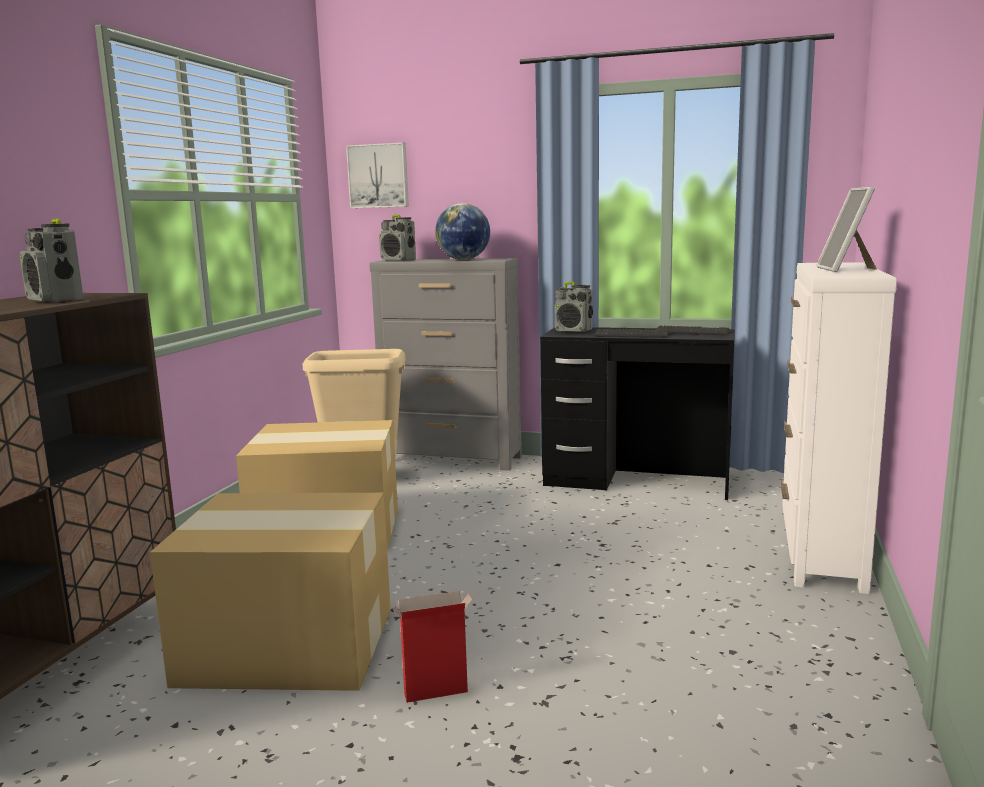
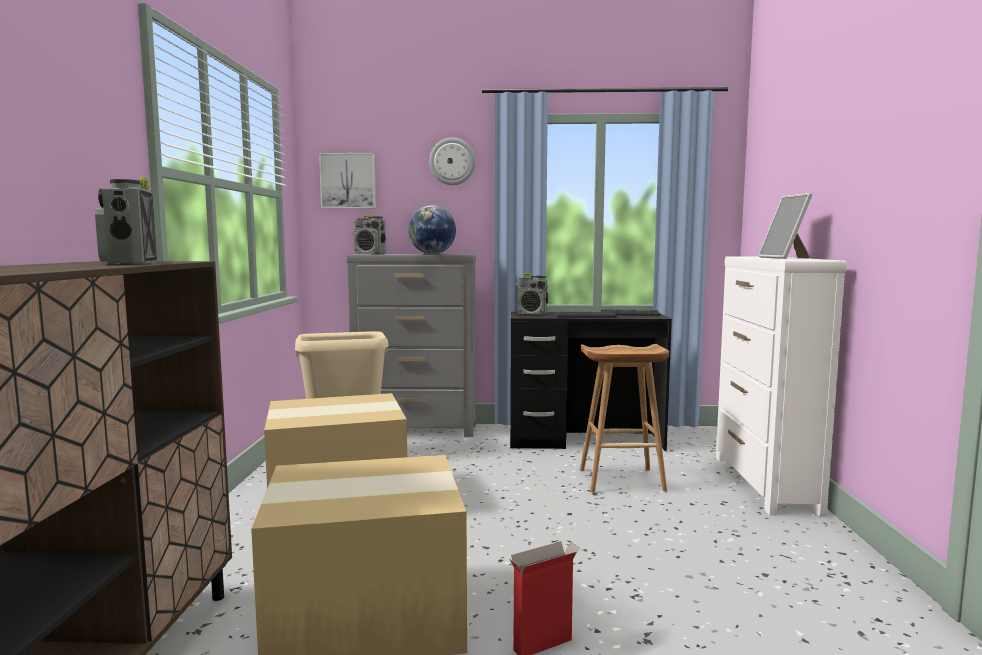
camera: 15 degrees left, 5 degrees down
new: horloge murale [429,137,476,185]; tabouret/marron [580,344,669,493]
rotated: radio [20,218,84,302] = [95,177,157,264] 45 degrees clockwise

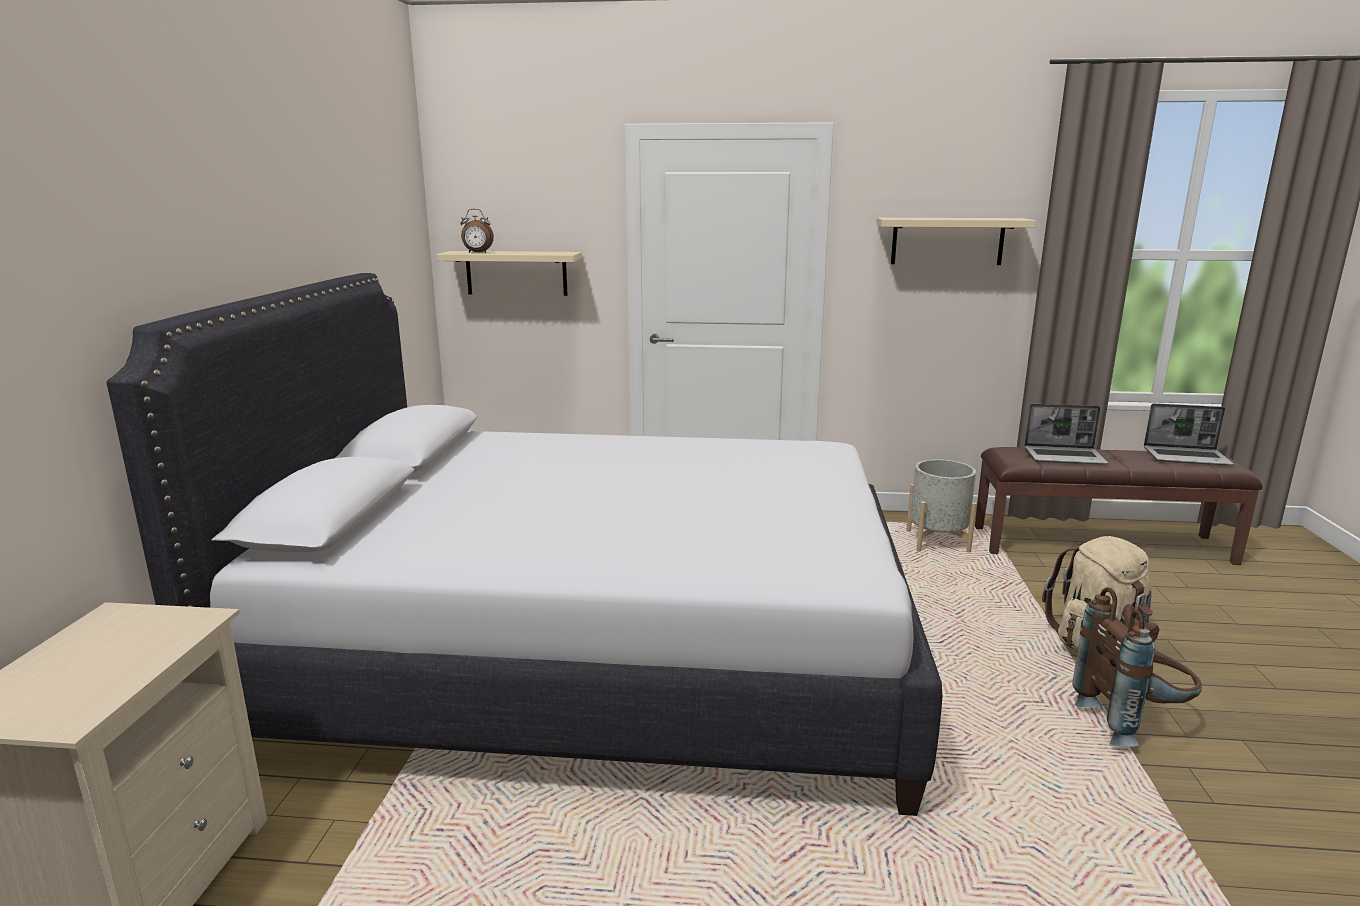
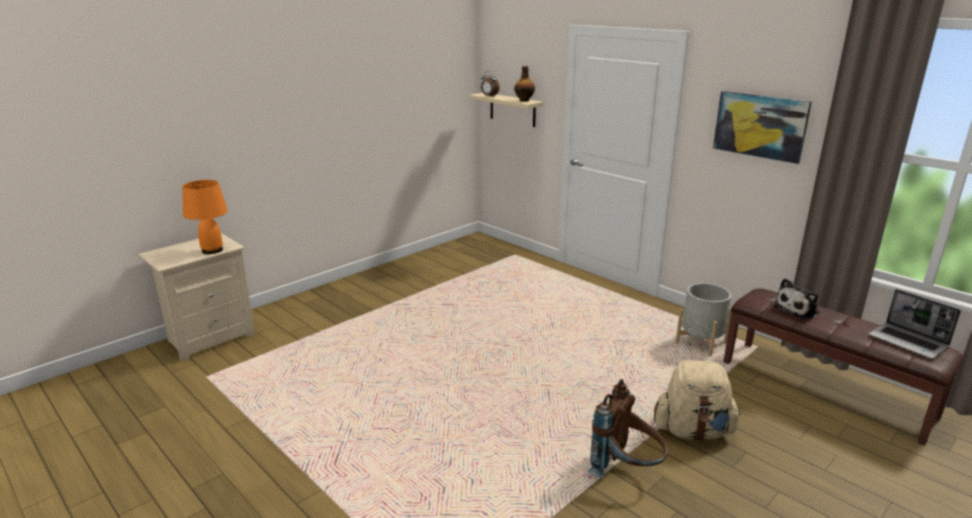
camera: 40 degrees right, 5 degrees up
gone: lit/blanc [107,273,942,816]
new: lampe de table/orange [182,180,228,254]; bouteille [514,66,535,102]
swapped: étagère/beige [877,218,1036,265] to tableau [713,91,812,164]; ordinateur portable [1024,403,1108,465] to peluche [774,278,819,319]

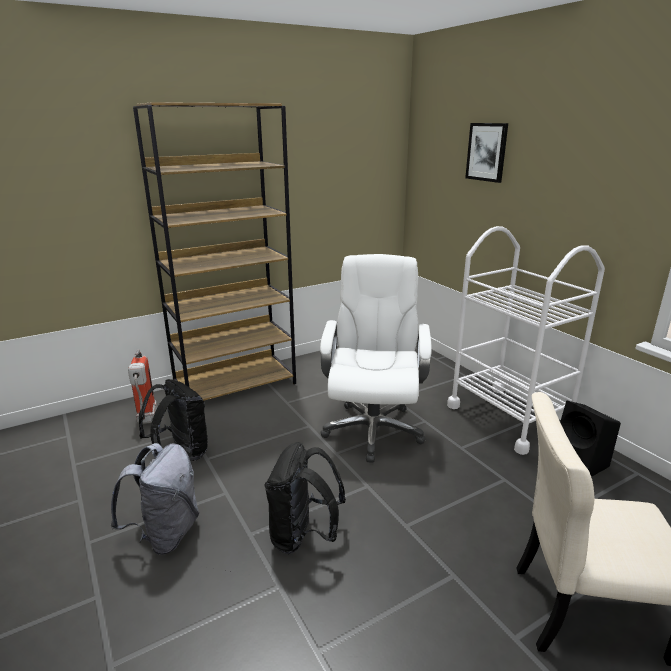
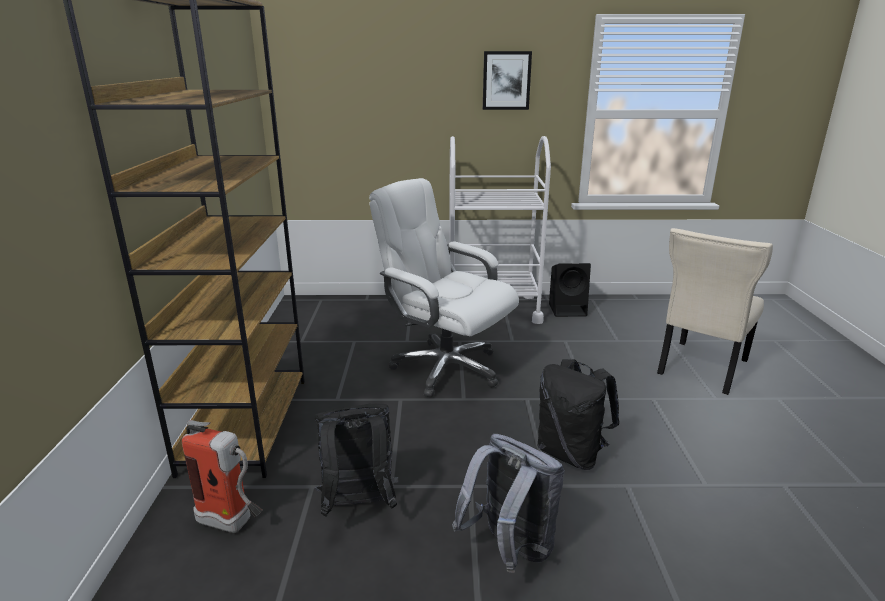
camera: 60 degrees left, 0 degrees up
shifted: tableau [465,123,508,183] to [483,51,532,110]

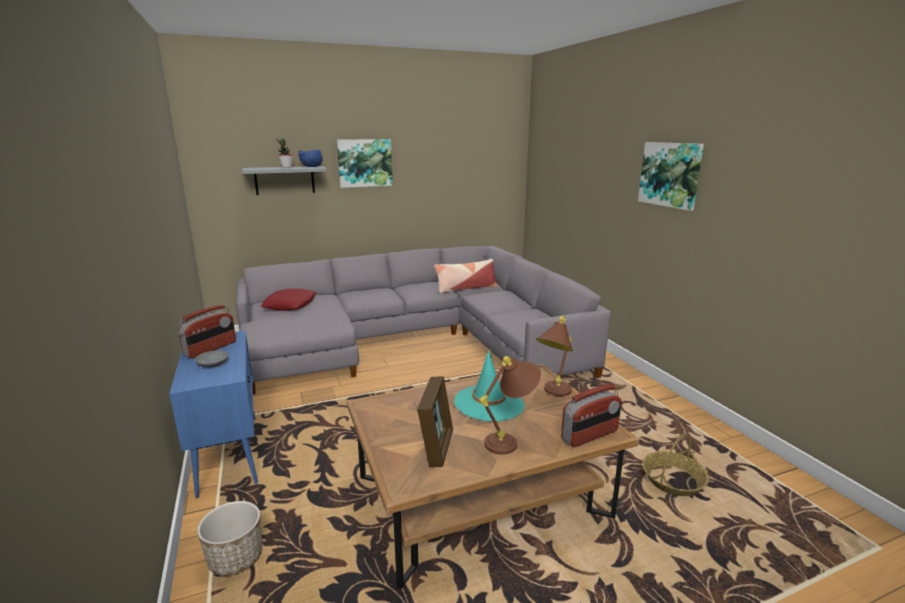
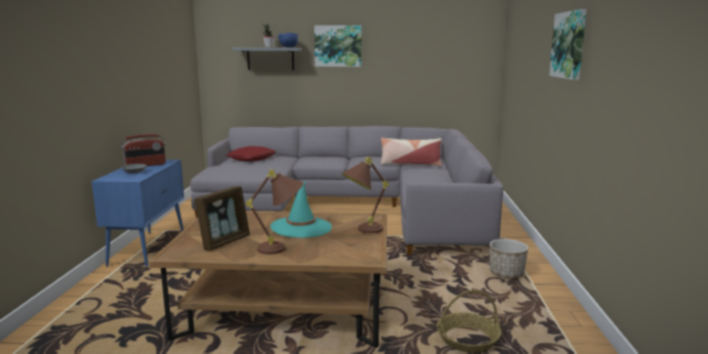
camera: 25 degrees right, 5 degrees down
gone: radio [561,384,622,447]
shifted: cache-pot [197,501,262,576] to [490,239,528,279]

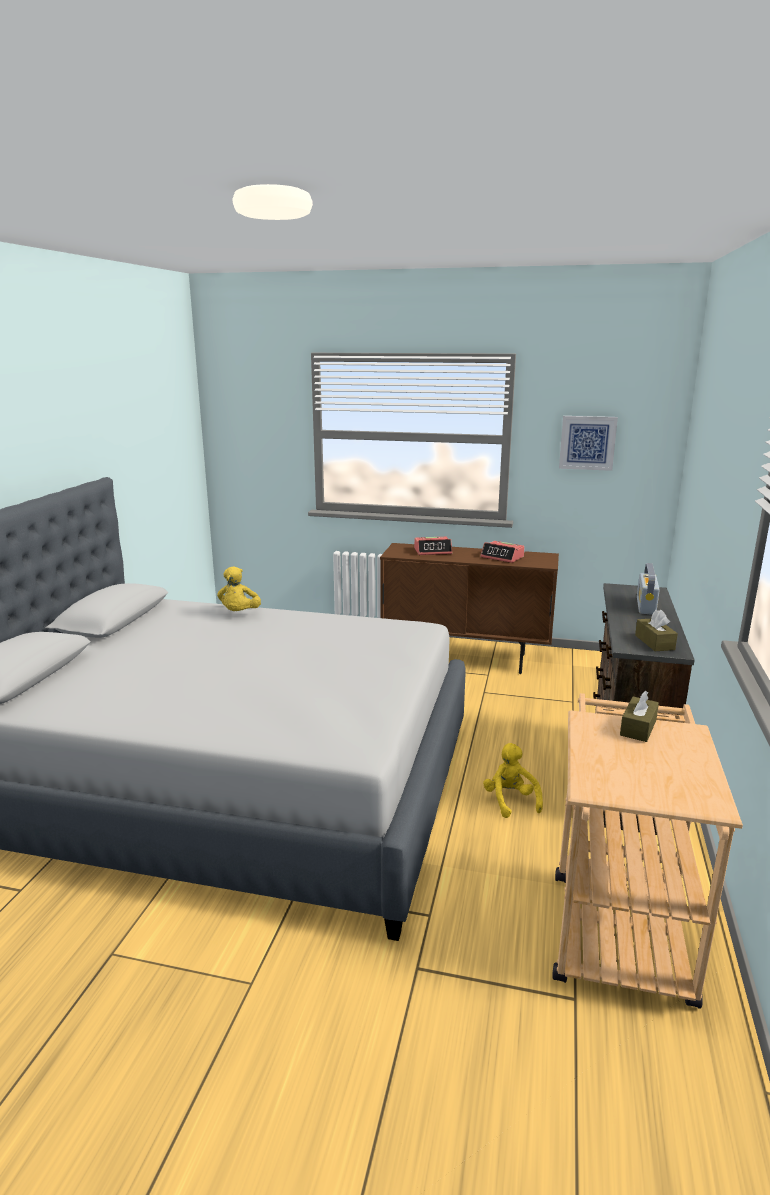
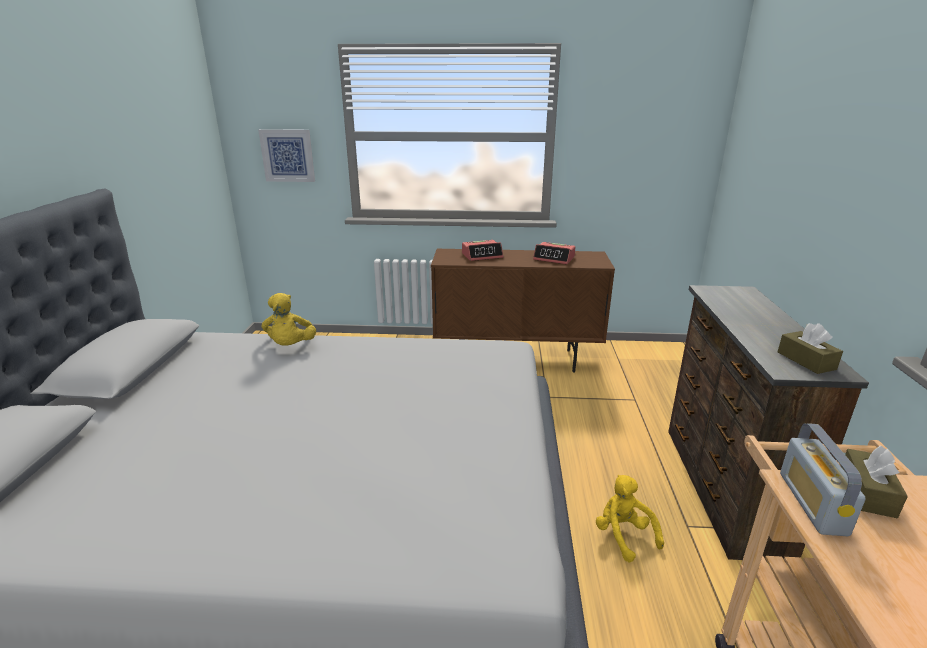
camera: 10 degrees left, 5 degrees up
shifted: tableau [559,416,618,471] to [258,129,315,182]; radio [637,563,660,615] to [780,423,866,536]

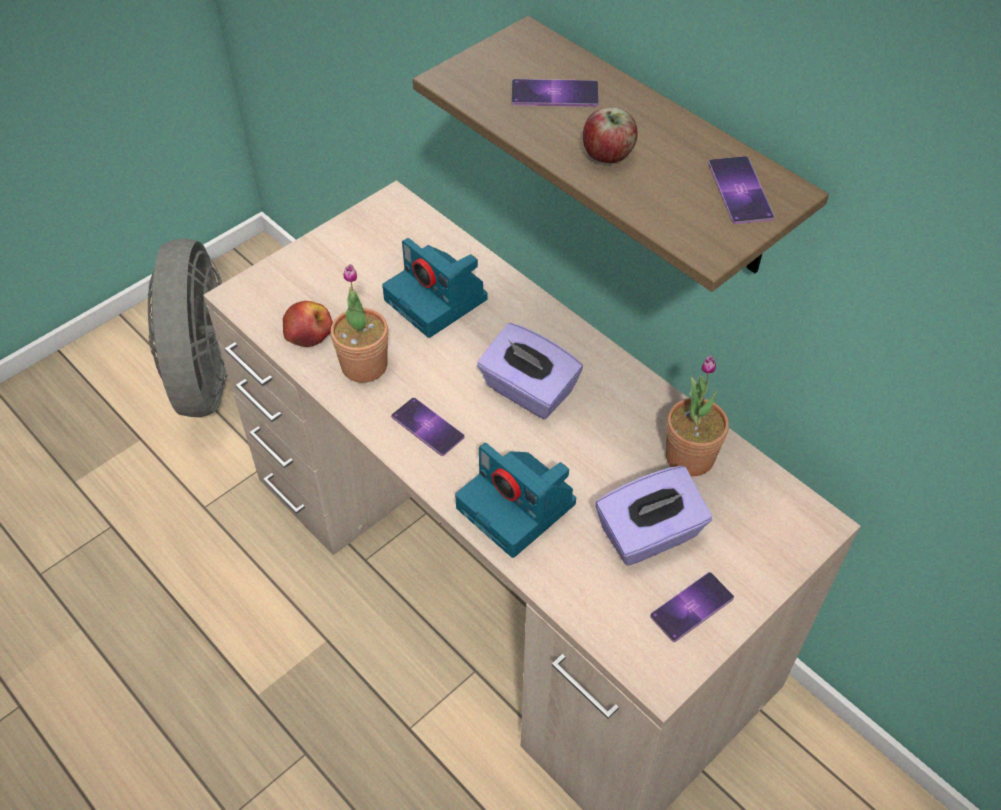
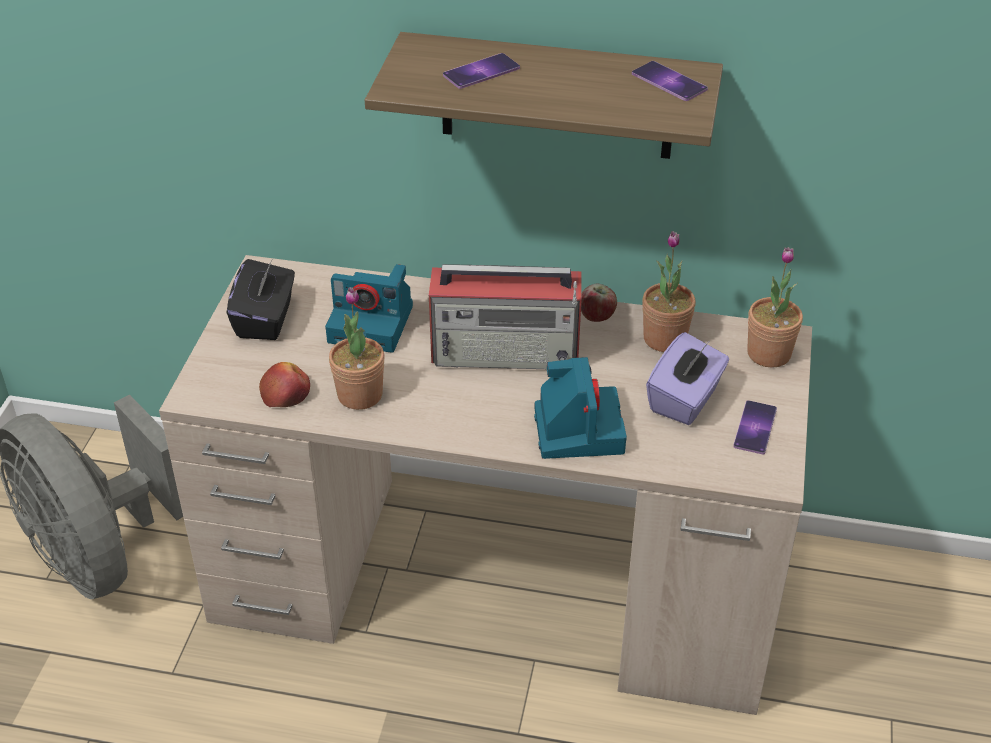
camera: 35 degrees left, 10 degrees down
gone: téléphone [391,398,465,456]
new: boîte à mouchoirs/noir [226,259,295,340]; plante en pot [747,247,803,368]
shifted: pomme [583,107,638,163] to [581,284,617,322]
swapped: boîte à mouchoirs/violet [477,323,583,419] to radio [429,264,582,369]
rotated: appareil photo [455,443,576,558] = [534,357,627,459] 105 degrees counterclockwise

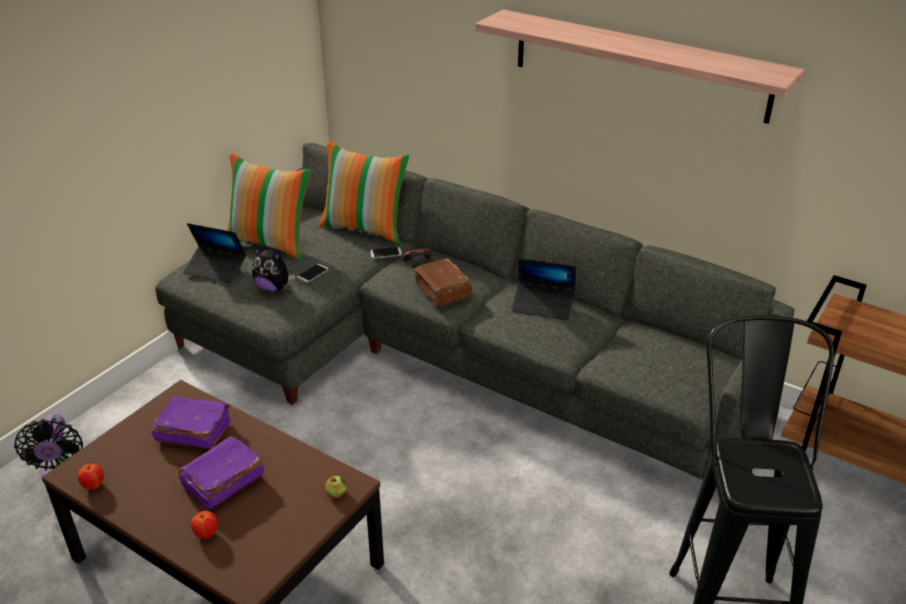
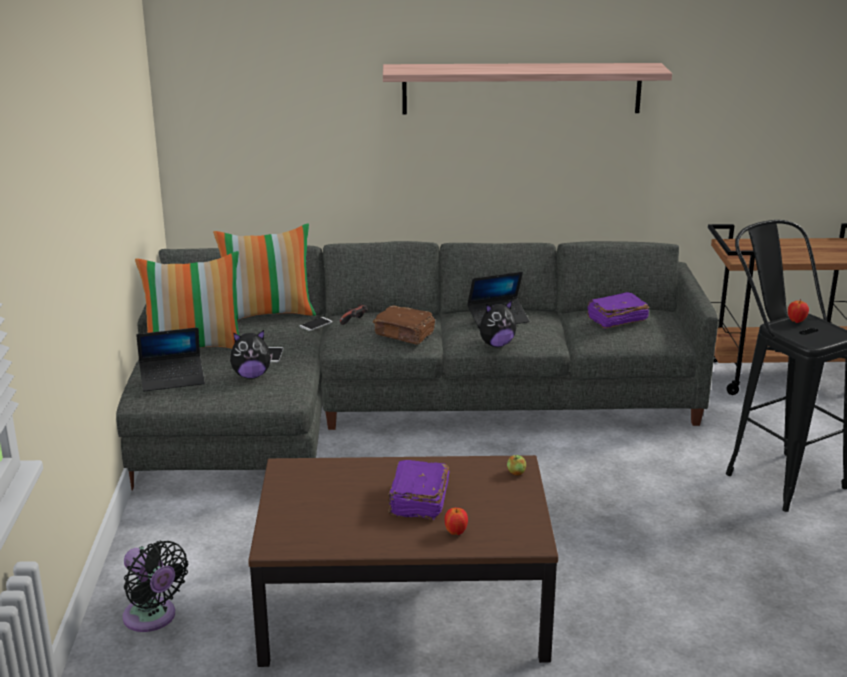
camera: 35 degrees left, 10 degrees down
new: peluche [478,300,516,347]
shifted: livre/violet [151,396,230,449] to [587,292,649,329]; pomme [78,464,104,489] to [788,299,809,323]

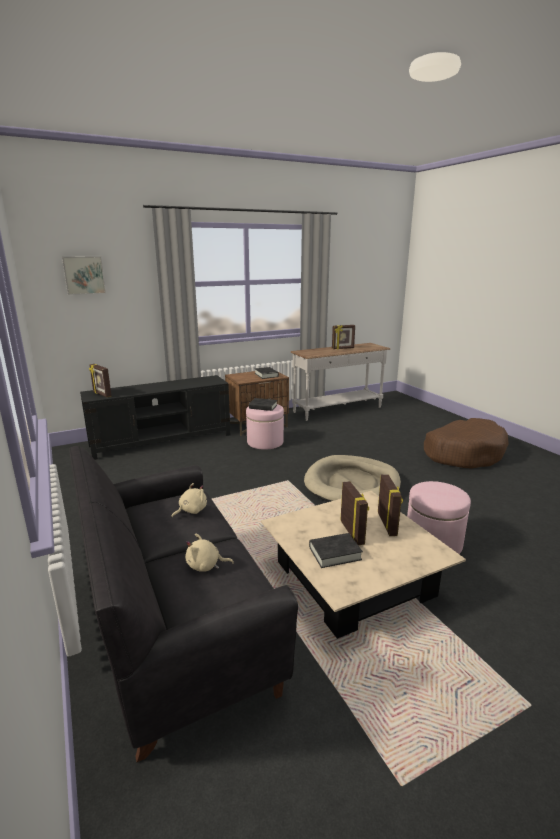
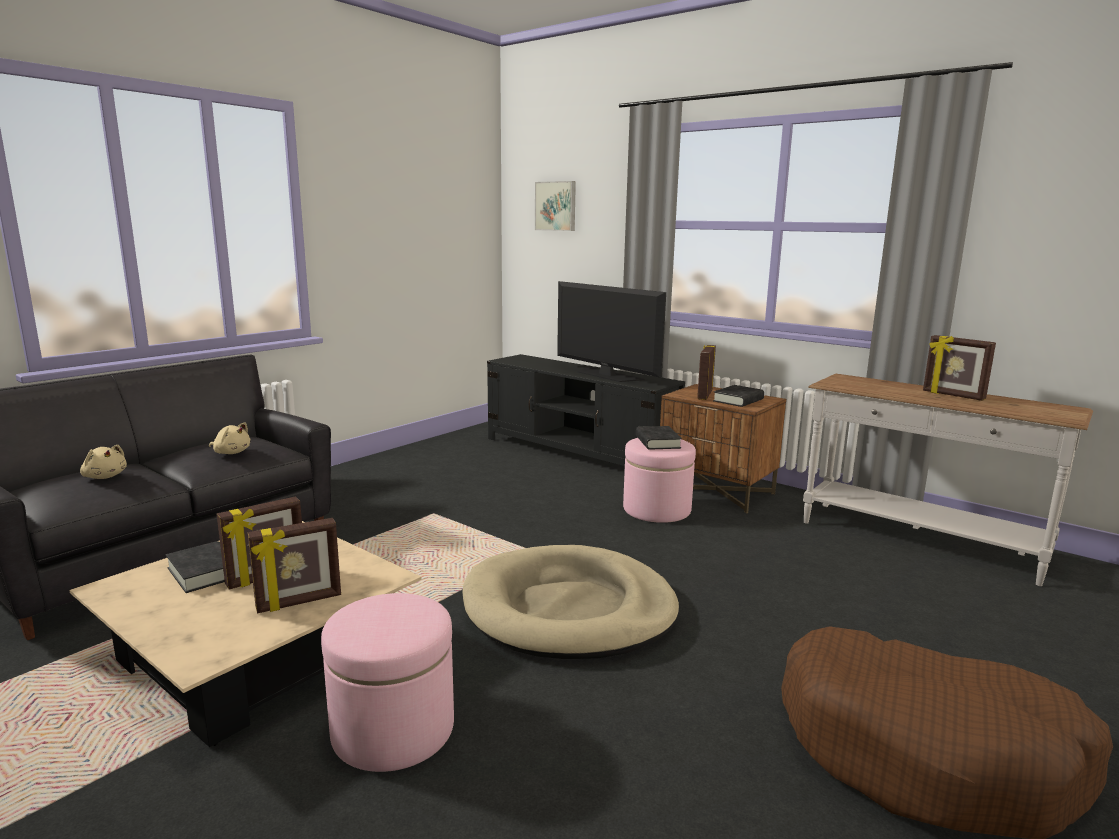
camera: 65 degrees right, 5 degrees down
new: téléviseur [557,281,666,382]
shifted: cadre photo [89,364,111,398] to [697,345,716,400]
rotated: peluche/beige [185,533,234,572] = [80,445,127,479] 150 degrees clockwise

